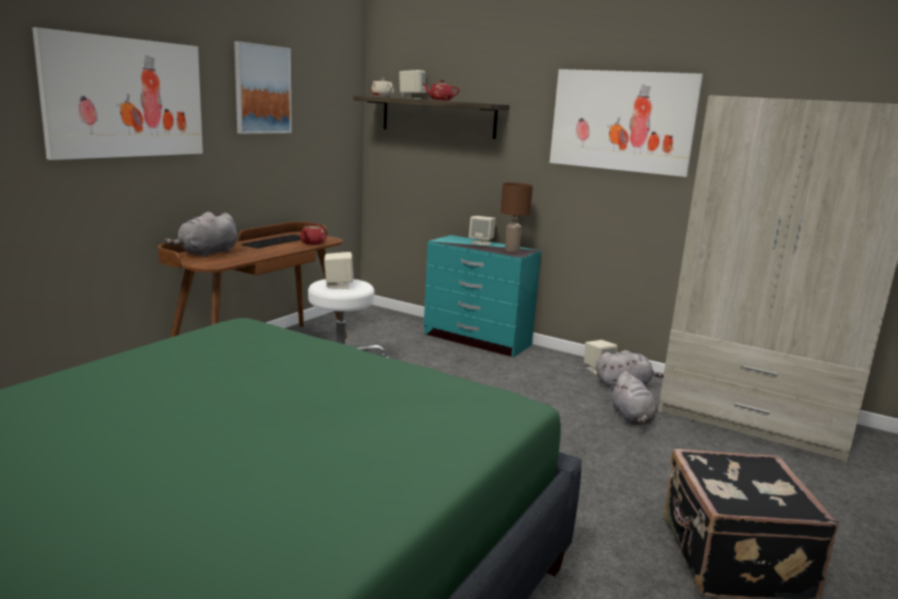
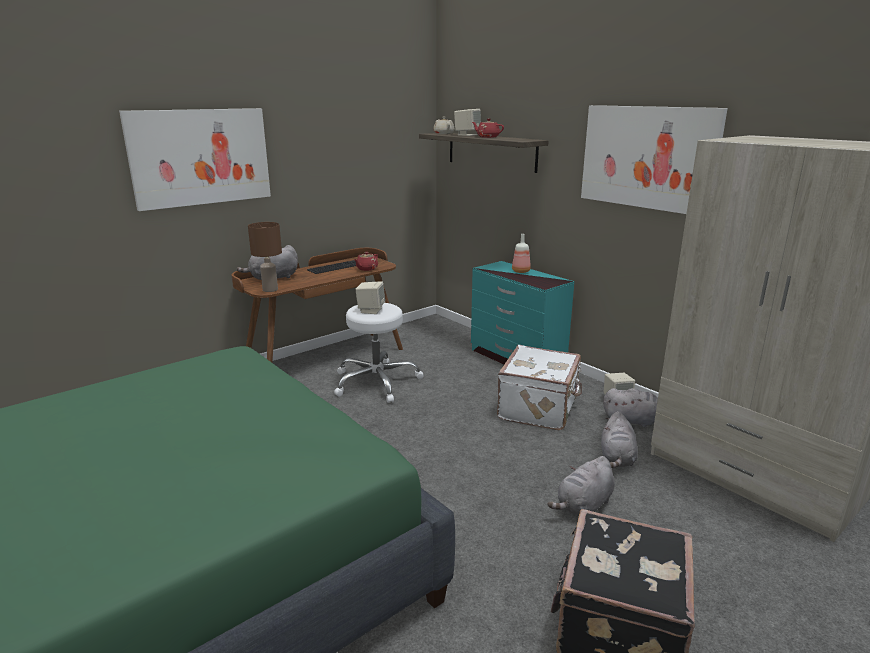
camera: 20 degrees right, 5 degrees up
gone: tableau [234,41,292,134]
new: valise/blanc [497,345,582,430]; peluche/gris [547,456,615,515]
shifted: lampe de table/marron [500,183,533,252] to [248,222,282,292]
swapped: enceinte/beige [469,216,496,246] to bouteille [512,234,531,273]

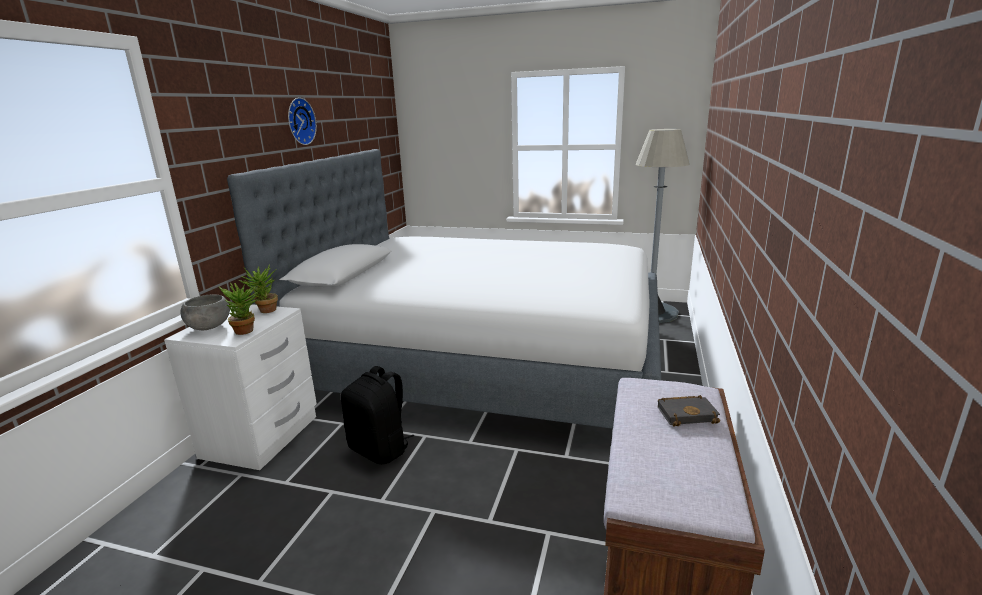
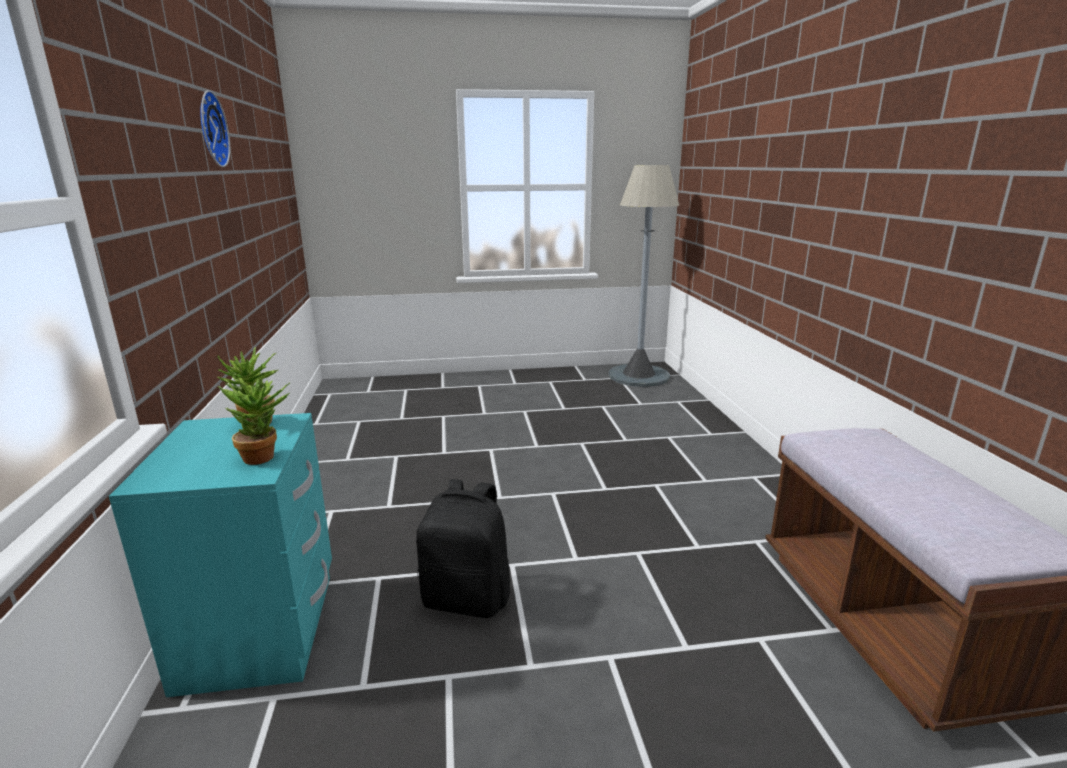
camera: 25 degrees left, 0 degrees up
gone: bol/gris [180,294,230,330]; lit [227,149,661,429]; livre/noir [658,395,720,427]
repainted: table de chevet/blanc [164,304,317,470] to table de chevet/turquoise [109,413,332,697]

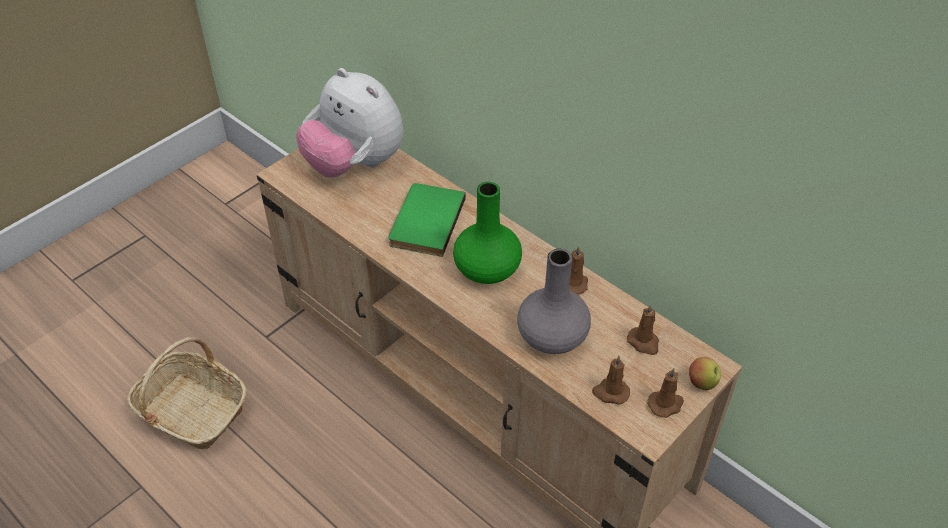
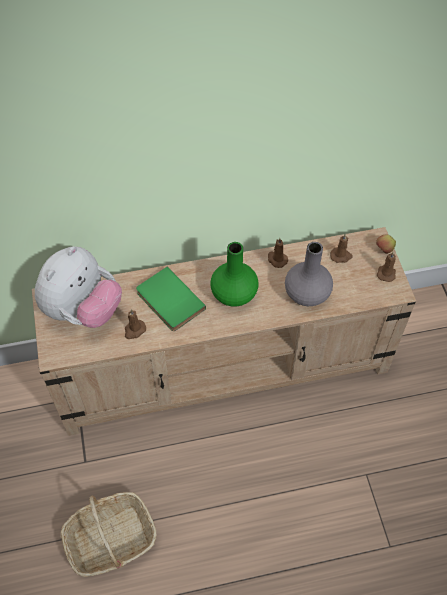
camera: 55 degrees left, 10 degrees up
shifted: bougie/marron [592,356,630,404] to [125,309,146,339]
rotated: peluche [296,68,404,177] = [35,246,122,328] 45 degrees counterclockwise

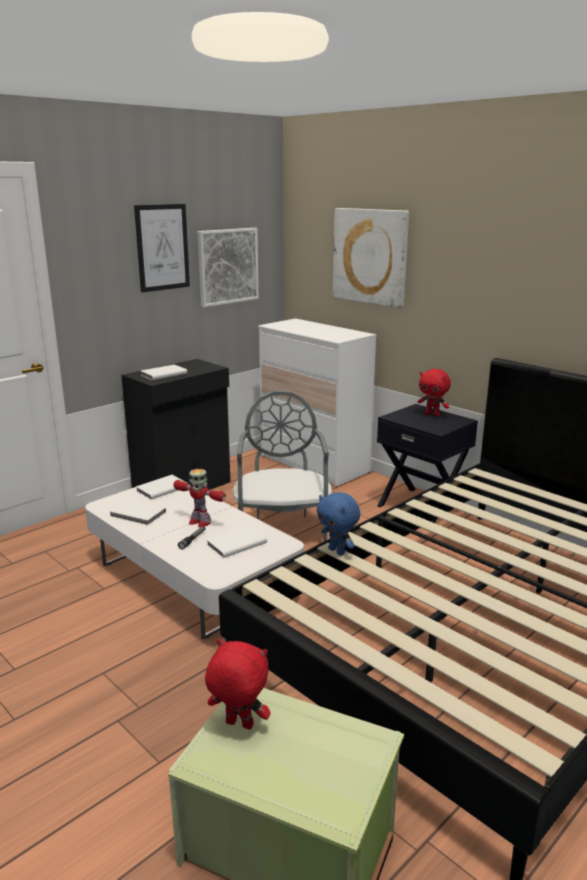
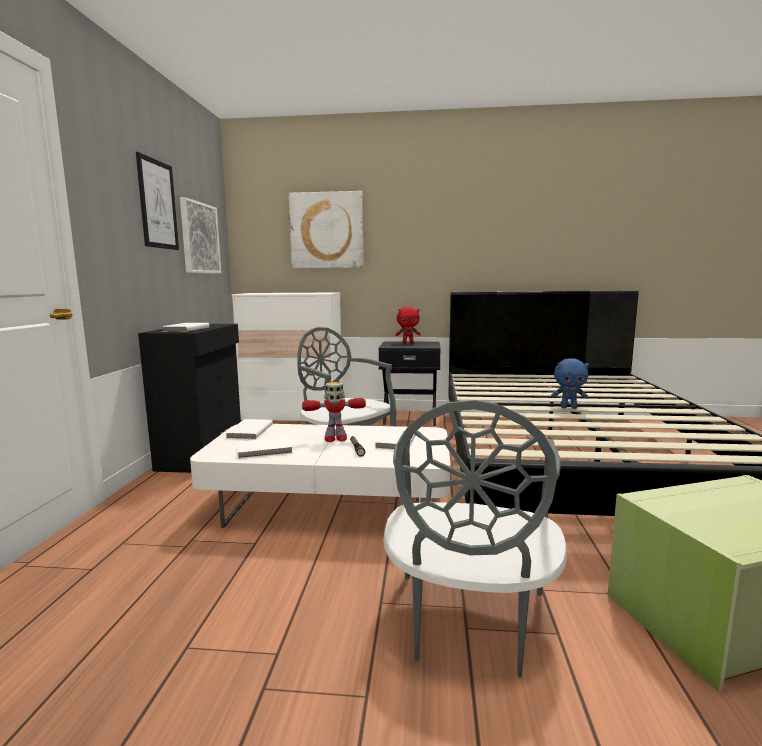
camera: 40 degrees left, 10 degrees down
gone: peluche/rouge [205,639,270,729]
new: chaise/gris [383,400,567,678]
shifted: peluche/bleu [317,492,360,556] to [551,358,589,409]

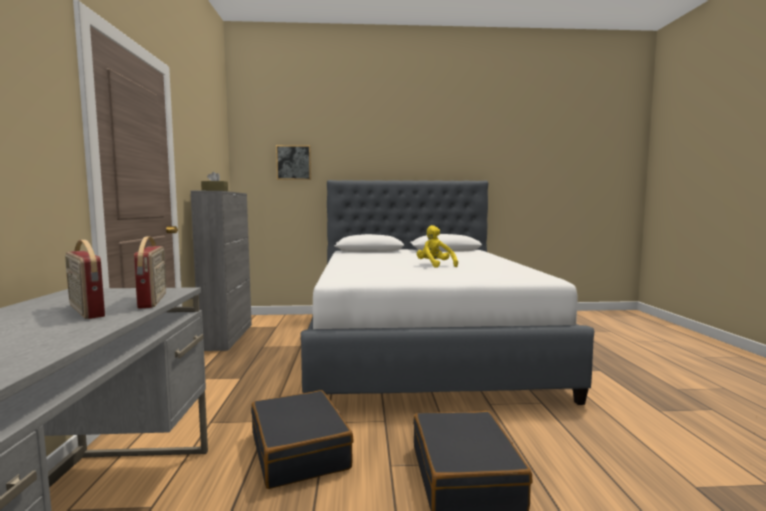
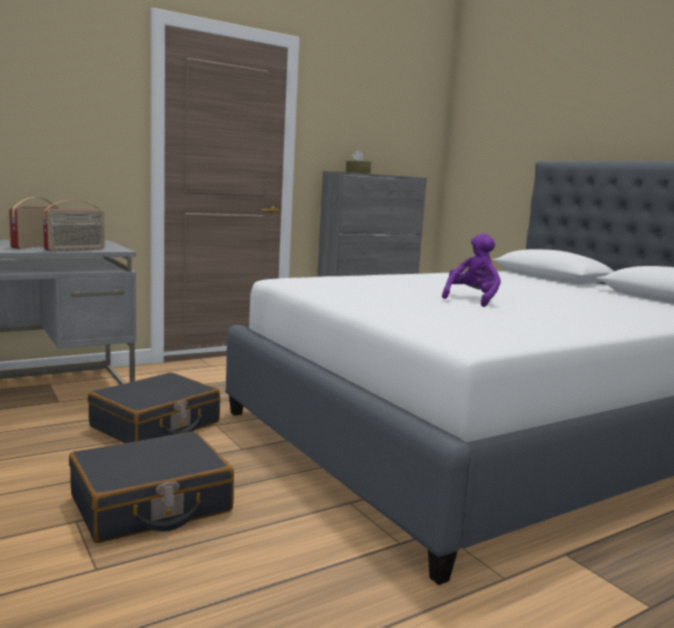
camera: 60 degrees right, 5 degrees up
gone: tableau [276,145,311,180]
repainted: peluche/jaune [417,225,458,268] to peluche/violet [442,233,501,307]

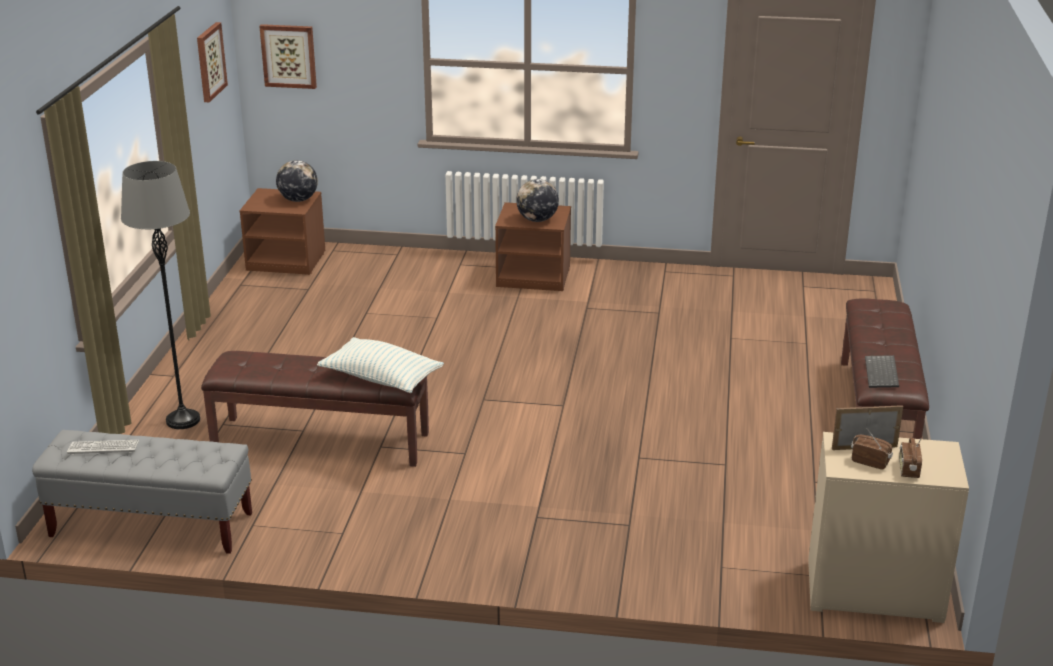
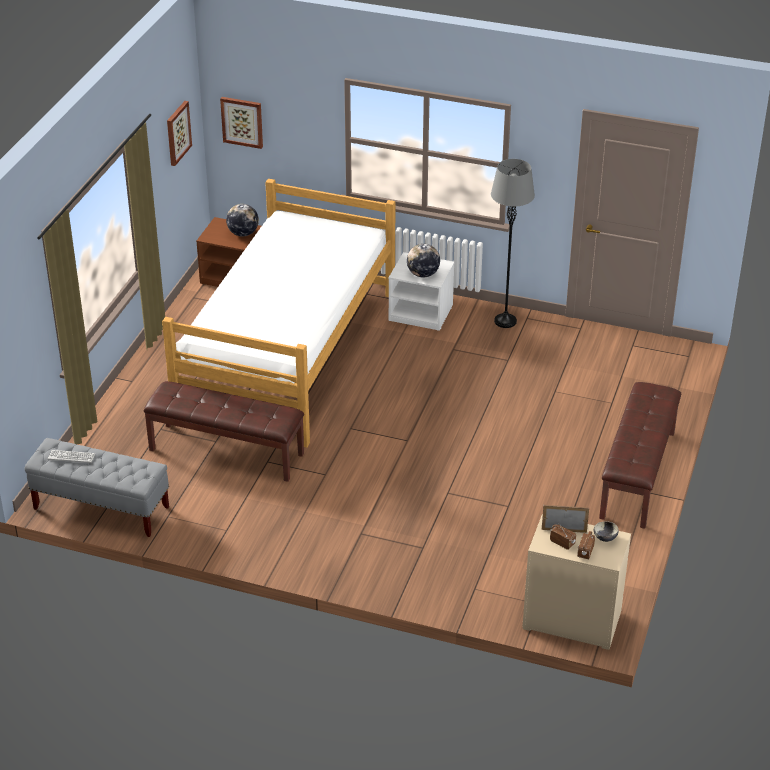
camera: 10 degrees right, 10 degrees up
gone: coussin [317,337,444,393]; clavier [865,355,899,388]
new: lit [162,179,395,448]; bol [594,521,619,542]
shifted: lampadaire/gris [121,161,200,429] to [491,159,535,328]
repainted: table de chevet/marron [495,202,571,291] to table de chevet/blanc [389,252,454,331]

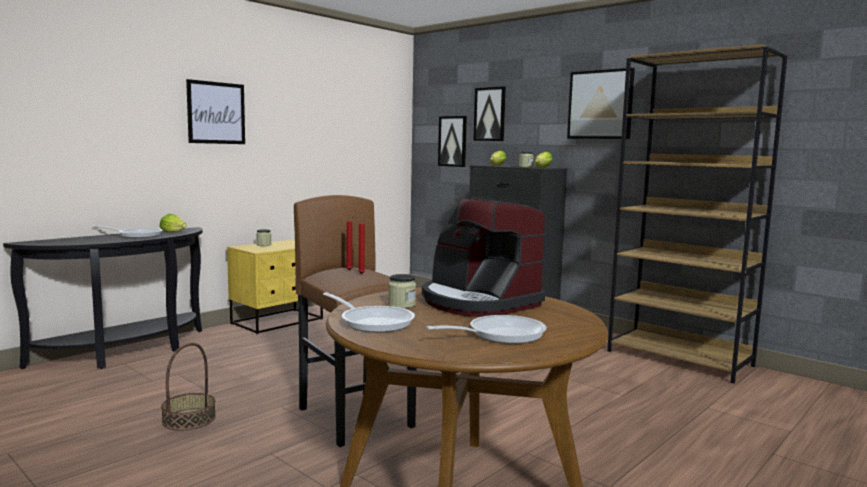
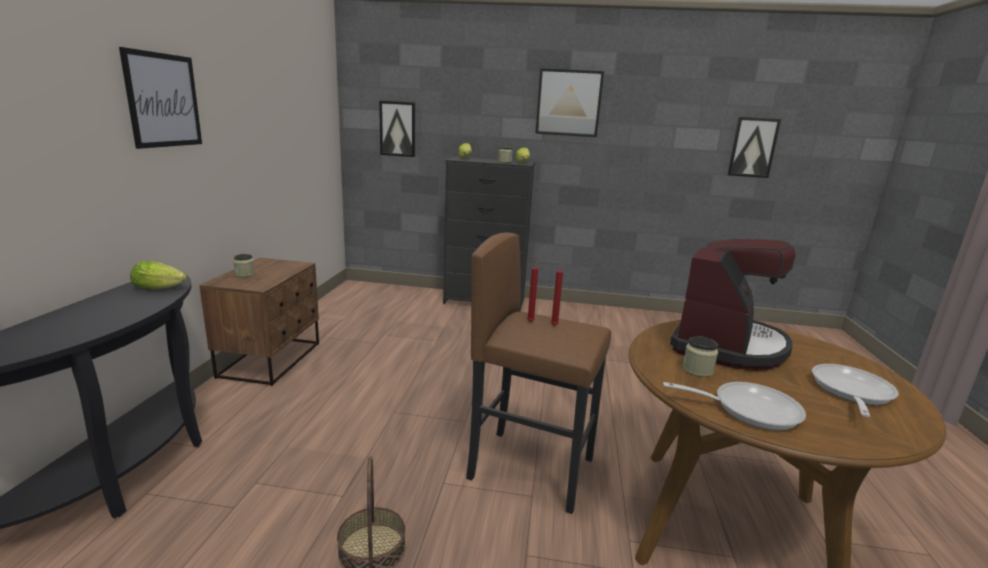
camera: 35 degrees left, 10 degrees up
gone: poêle [92,225,162,238]; bibliothèque/marron [607,44,788,383]
shifted: tableau [473,86,506,141] to [727,117,781,178]
repainted: table de chevet/jaune [227,239,323,334] to table de chevet/marron [199,258,319,386]
rotated: machine à café [422,198,546,317] = [670,239,796,370] 75 degrees counterclockwise

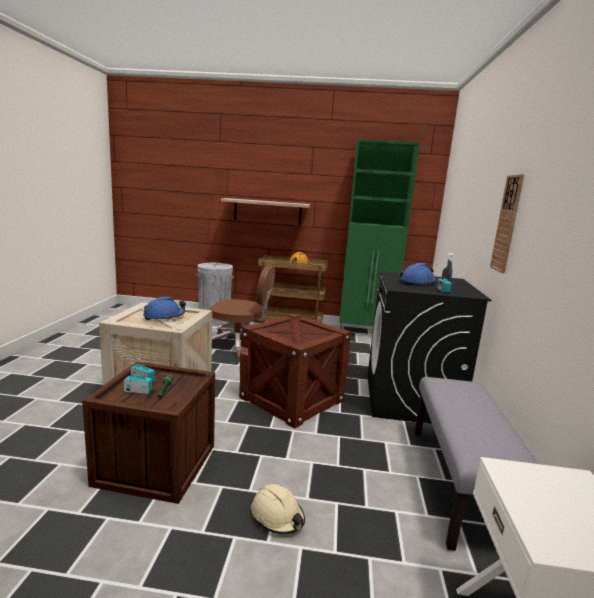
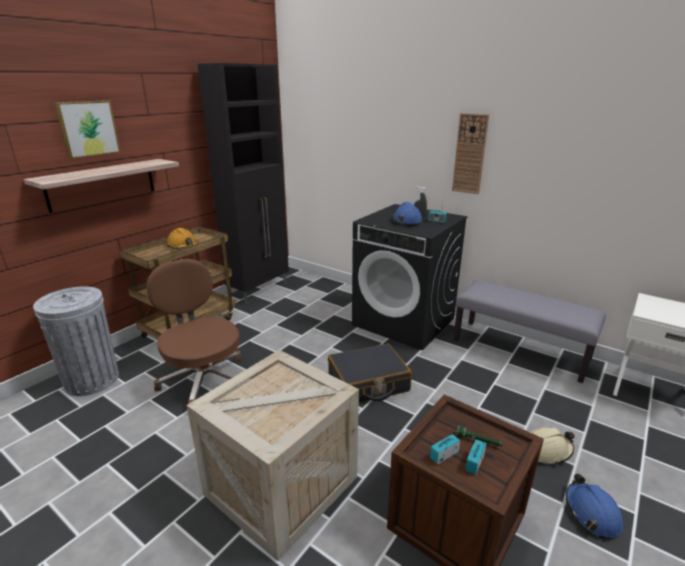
camera: 60 degrees left, 10 degrees up
new: tableau [54,100,121,159]
shifted: casque de chantier/bleu [143,297,186,320] to [566,474,623,538]
swapped: caisse [239,313,351,429] to valise/noir [328,343,412,403]
repainted: meuble de rangement/vert [339,139,420,329] to meuble de rangement/noir [198,63,289,304]
rotated: chaise de bureau/marron [210,264,275,358] = [146,259,242,404] 75 degrees counterclockwise

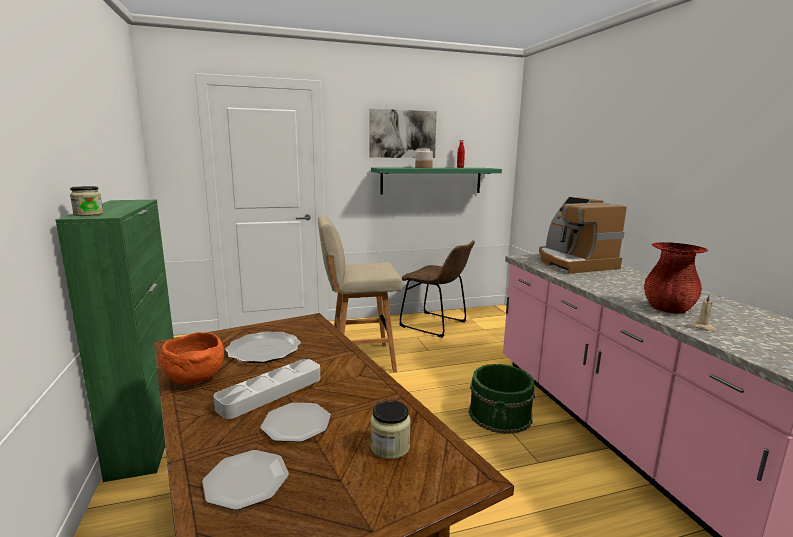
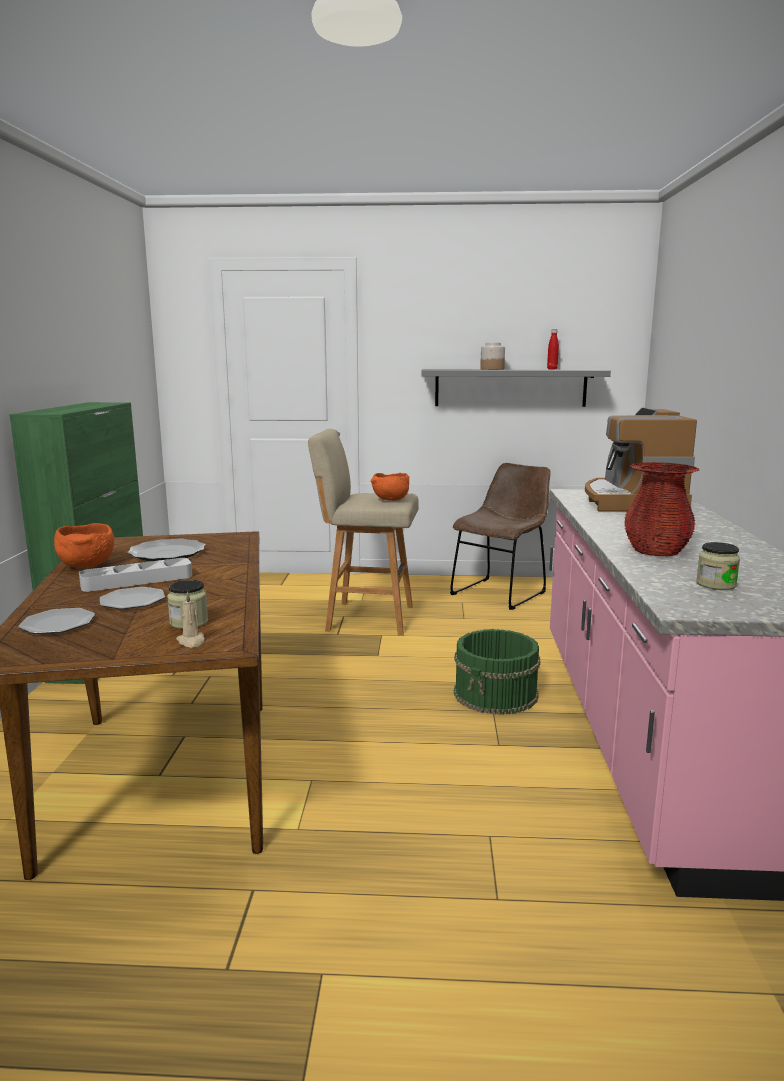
camera: 20 degrees right, 0 degrees up
gone: tableau [369,109,437,158]
new: bol/orange [370,473,410,501]
shifted: bougie/beige [691,295,717,331] to [176,591,205,648]; bocal [70,186,104,216] to [696,542,740,590]
repainted: étagère/vert [371,167,502,194] to étagère/gris [422,369,611,407]
rotated: chaise/marron [400,240,475,337] = [450,463,550,610] 105 degrees counterclockwise

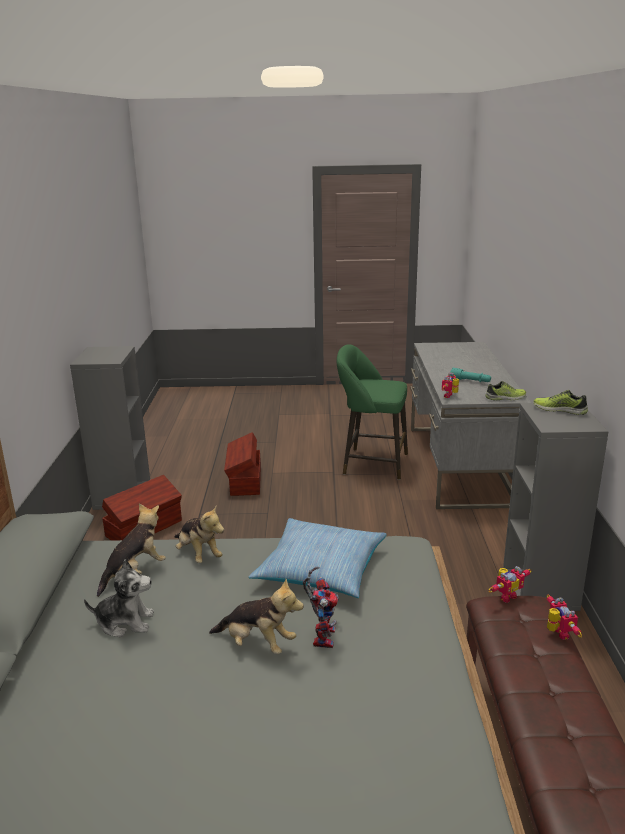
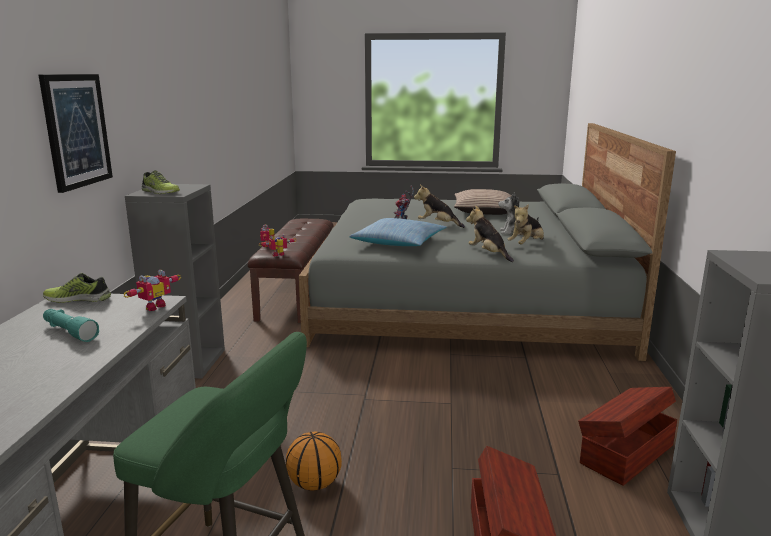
camera: 175 degrees left, 5 degrees down
new: tableau [38,74,113,193]; ballon de basket [286,431,342,491]; coussin [454,189,512,215]

